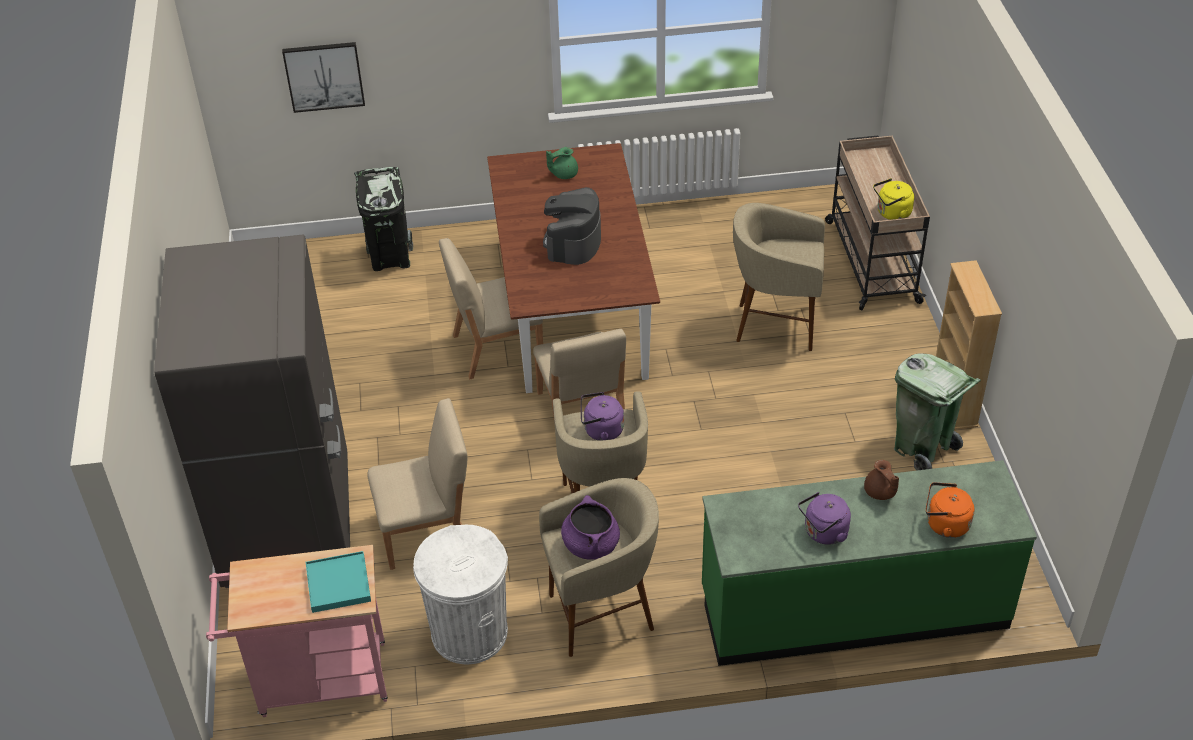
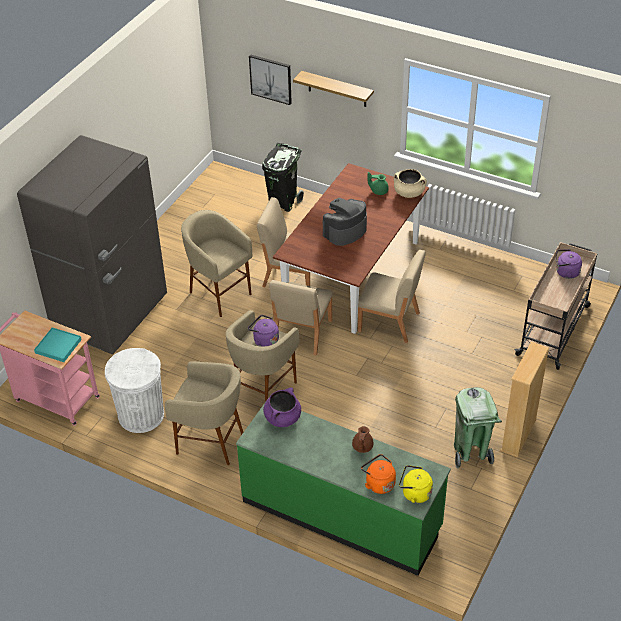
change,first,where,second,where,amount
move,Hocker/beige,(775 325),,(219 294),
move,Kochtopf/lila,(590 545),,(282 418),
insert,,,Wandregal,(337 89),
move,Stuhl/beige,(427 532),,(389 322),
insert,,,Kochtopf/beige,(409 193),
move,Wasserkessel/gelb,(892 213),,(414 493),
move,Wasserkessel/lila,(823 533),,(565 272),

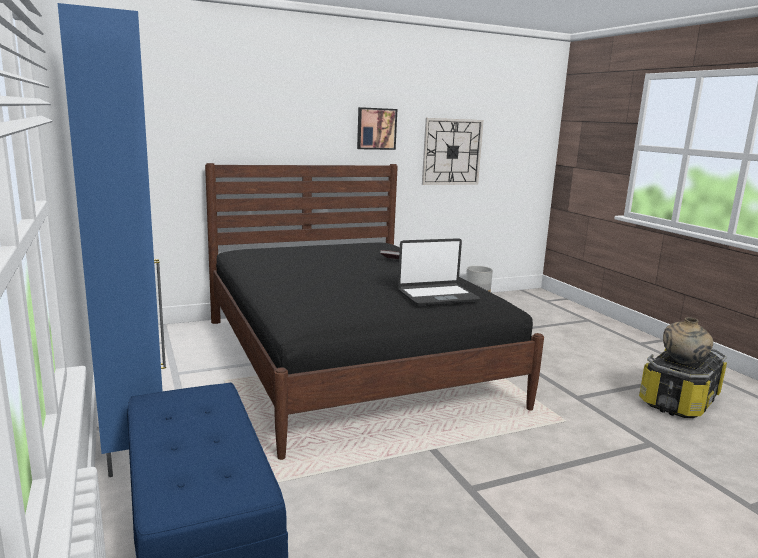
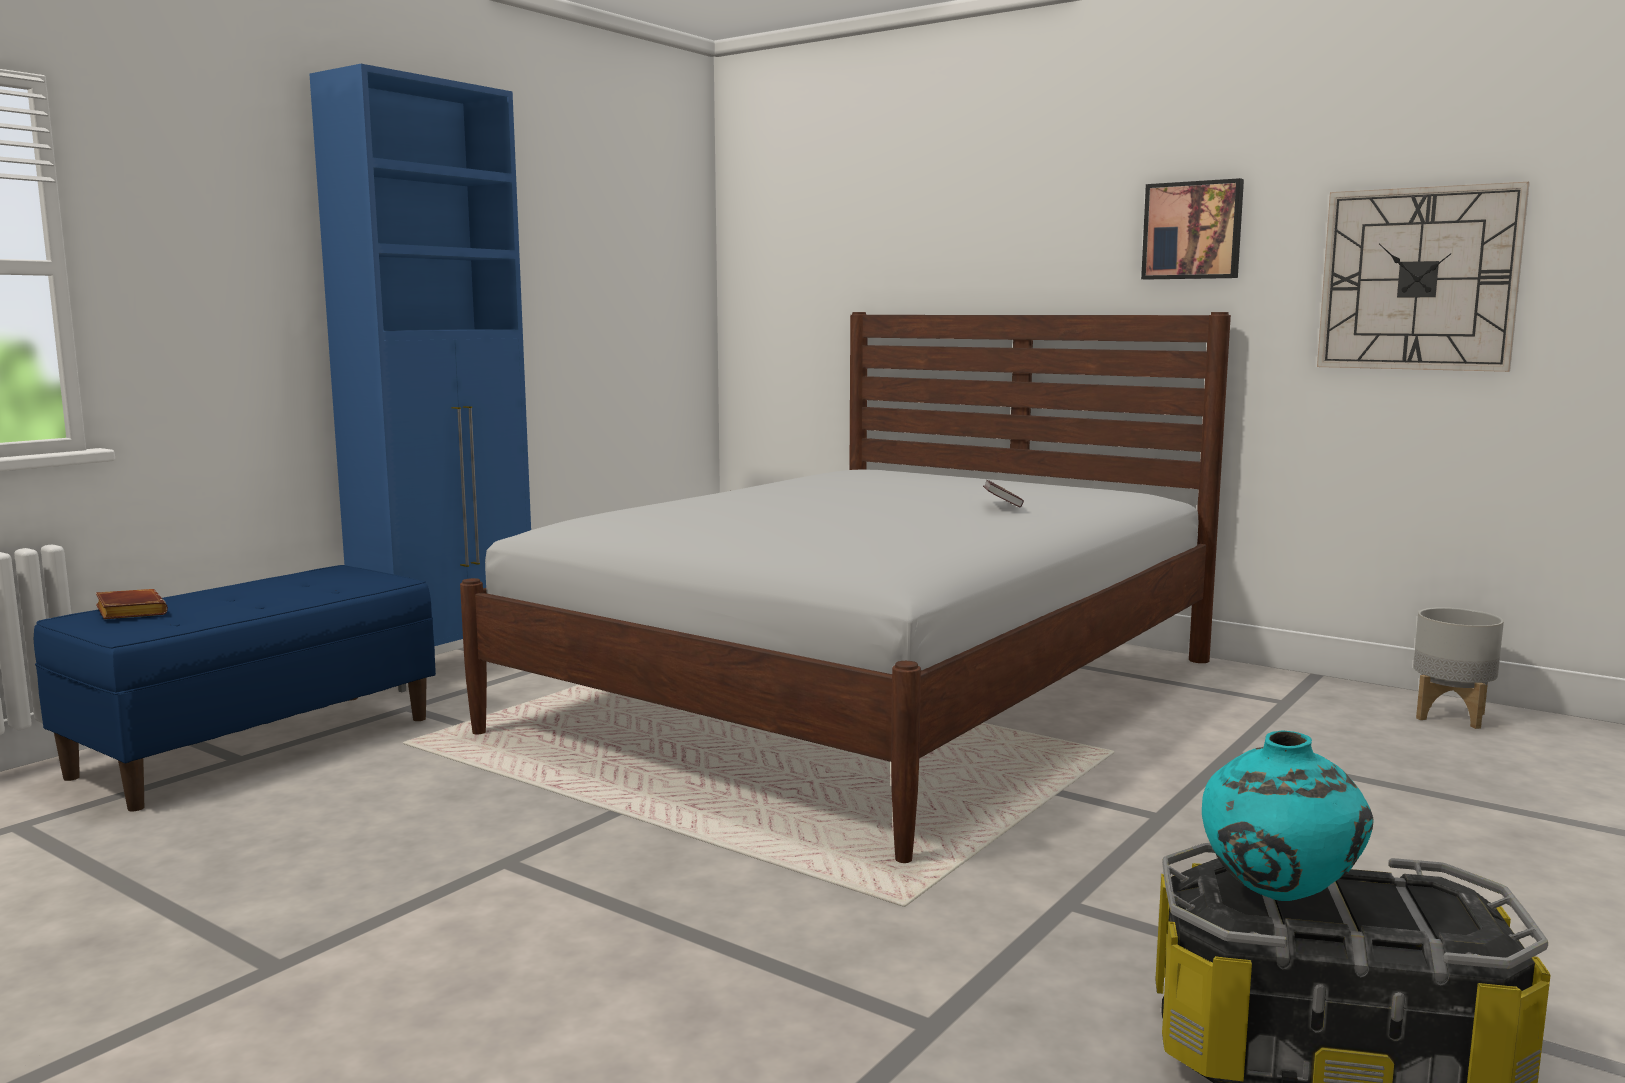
change,first,where,second,where,amount
insert,,,Buch/braun,(128 612),
recolor,Bett/schwarz,(350 360),Bett/weiß,(873 694),
recolor,Vase/beige,(683 363),Vase/türkis,(1279 898),
delete,Laptop,(437 296),,,

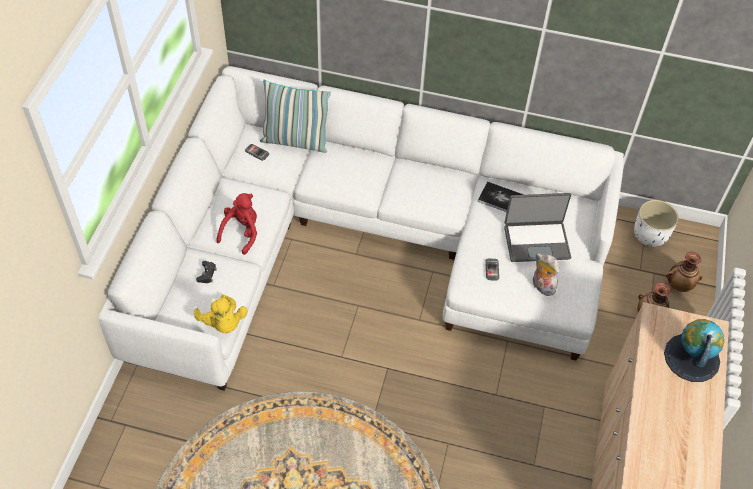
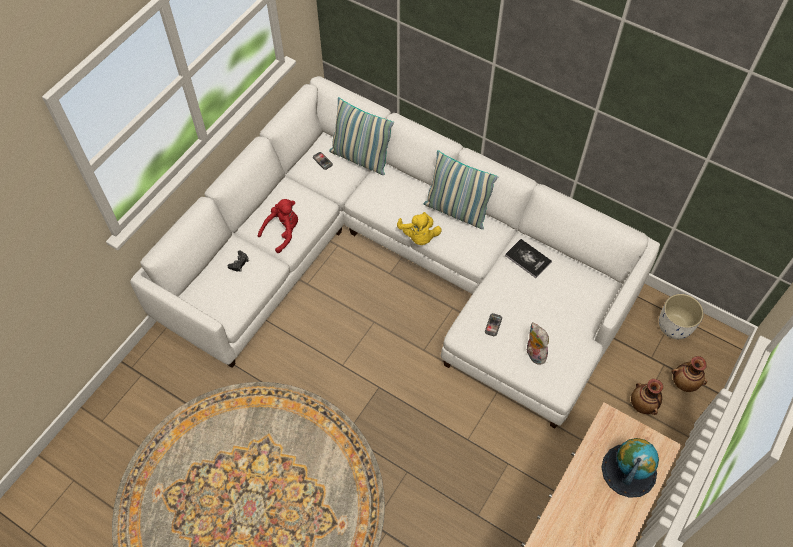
change,first,where,second,where,amount
move,Plüschtier/gelb,(223 323),,(419 236),
insert,,,Kissen,(456 211),
delete,Laptop,(536 241),,,

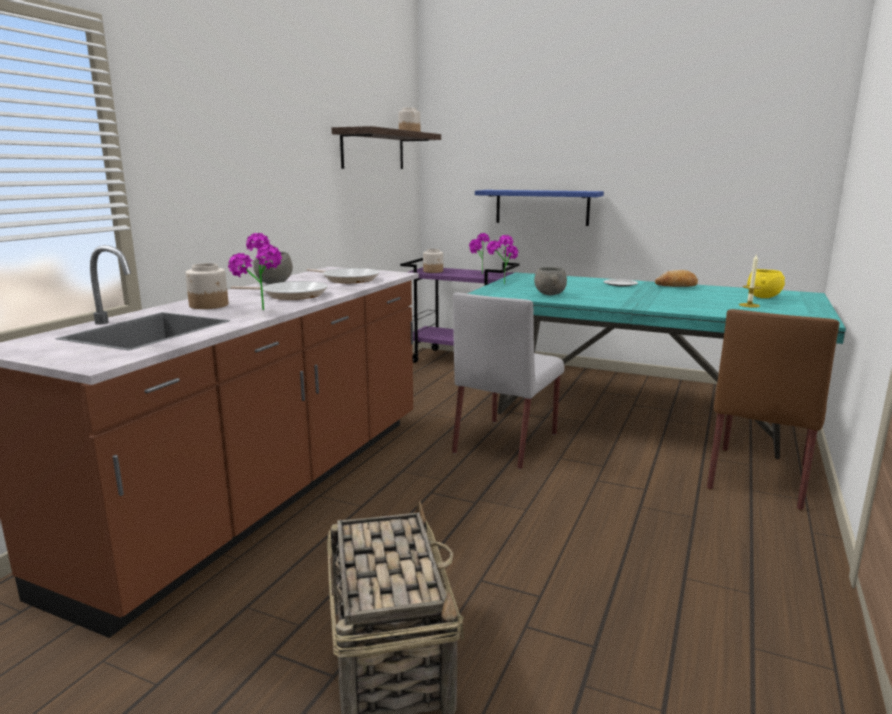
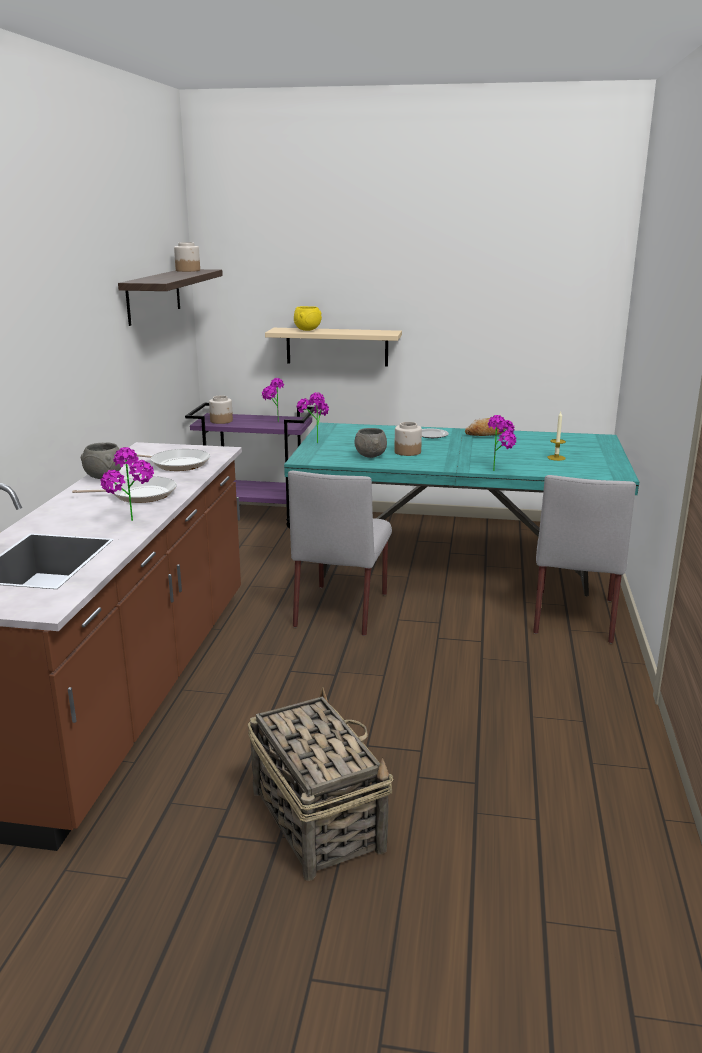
change,first,where,second,where,amount
recolor,Wandregal/blau,(542 207),Wandregal/beige,(337 347),
move,Schüssel/gelb,(762 297),,(307 330),
move,Vorratsglas,(209 305),,(408 452),
insert,,,Topfpflanze,(500 470),
recolor,Stuhl/braun,(758 476),Stuhl/grau,(573 615),

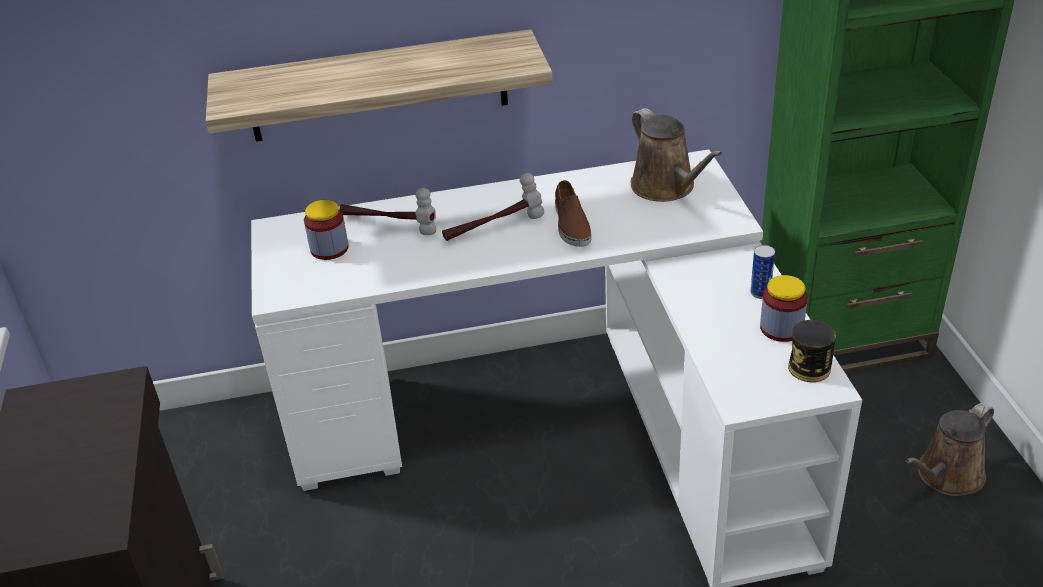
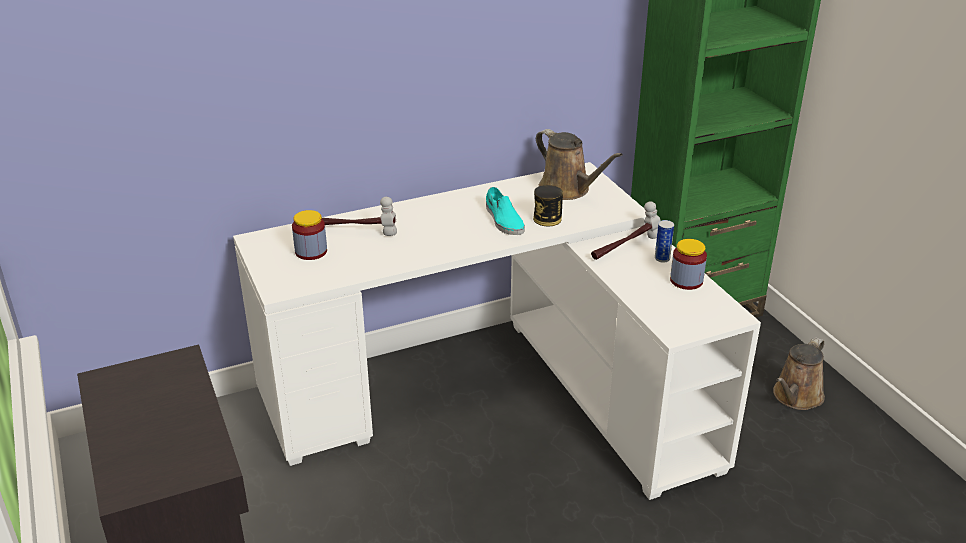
change,first,where,second,where,amount
recolor,Schuh/braun,(571 224),Schuh/türkis,(503 220),
move,Dose,(809 368),,(547 219),
move,Hammer,(494 227),,(625 247),
delete,Wandregal,(378 87),,,

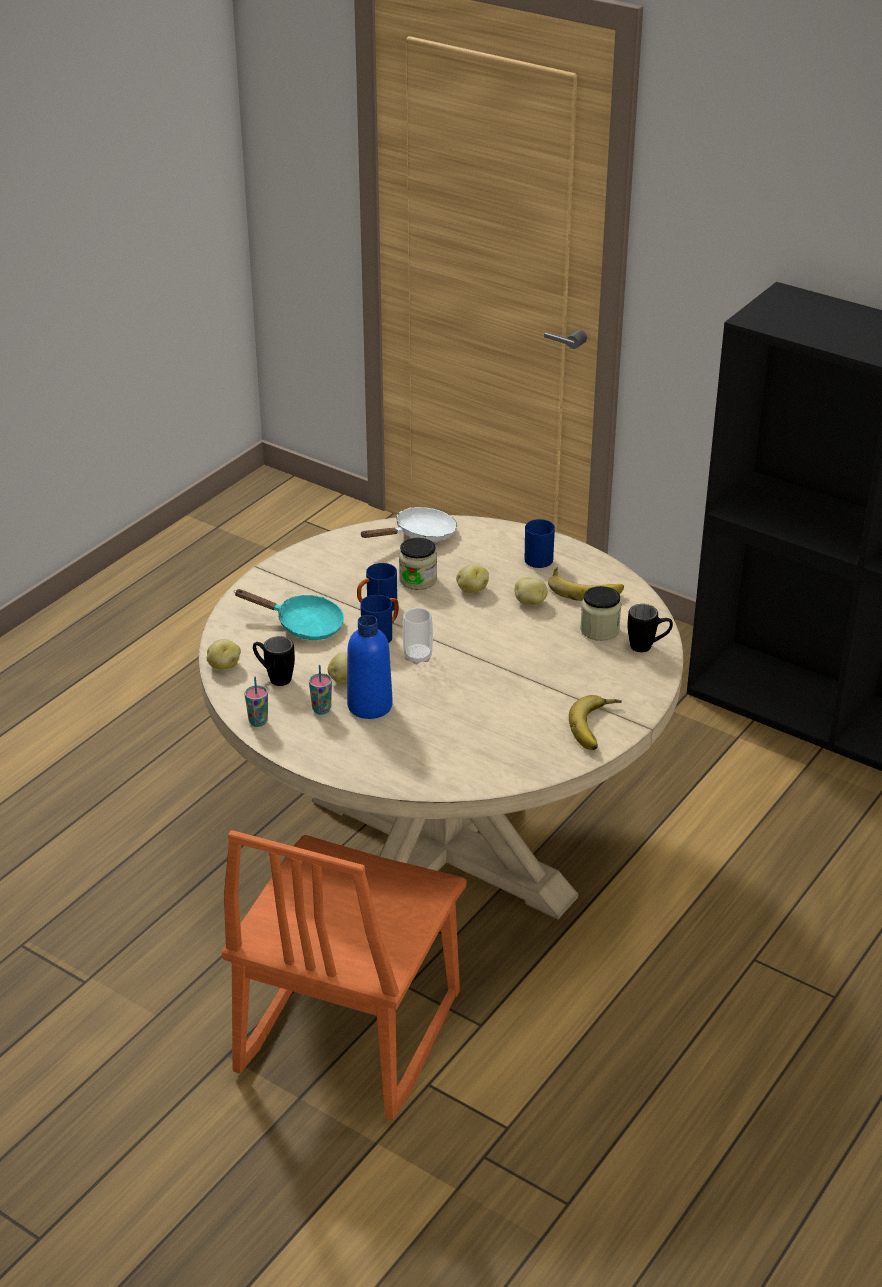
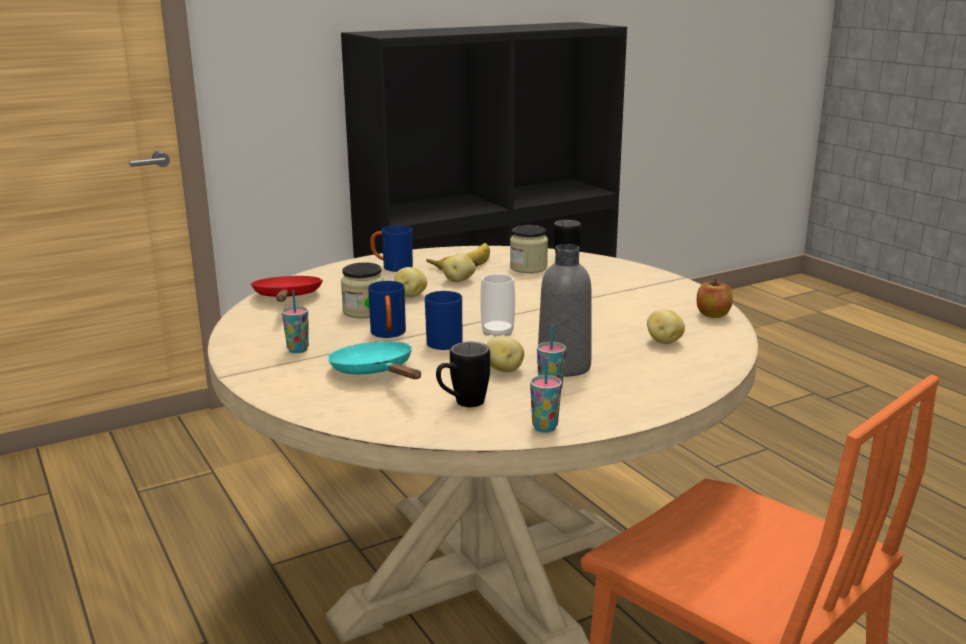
change,first,where,second,where,amount
recolor,Pfanne/weiß,(419 535),Pfanne/rot,(287 298),
insert,,,Tasse,(298 350),
rotate,Pfanne/türkis,(303 625),,(375 372),75 degrees counterclockwise
recolor,Flasche/blau,(370 706),Flasche/grau,(564 366),
move,Kartoffel,(223 665),,(663 341),
insert,,,Apfel,(713 315),
delete,Banane,(598 727),,,

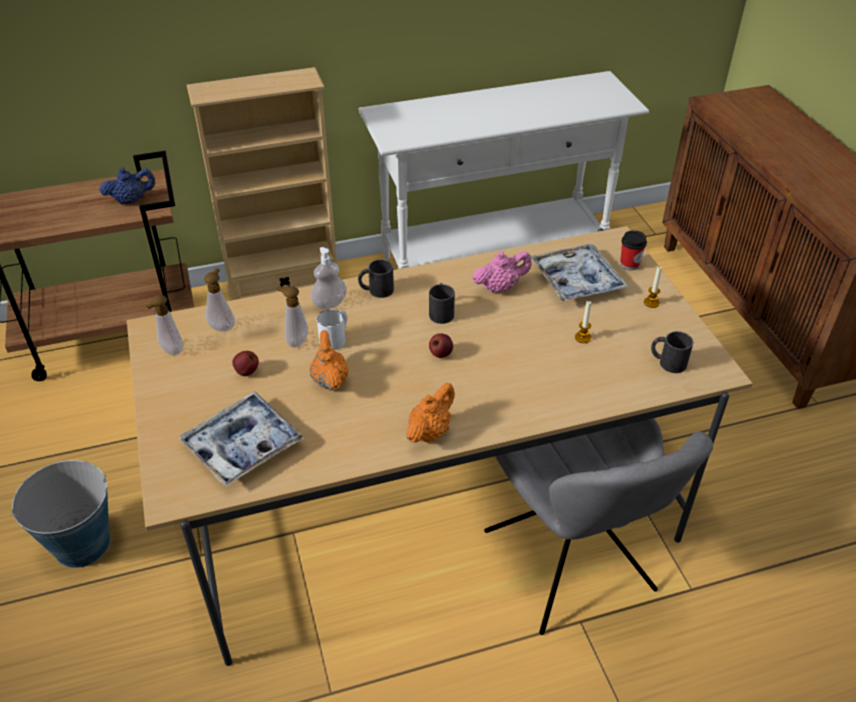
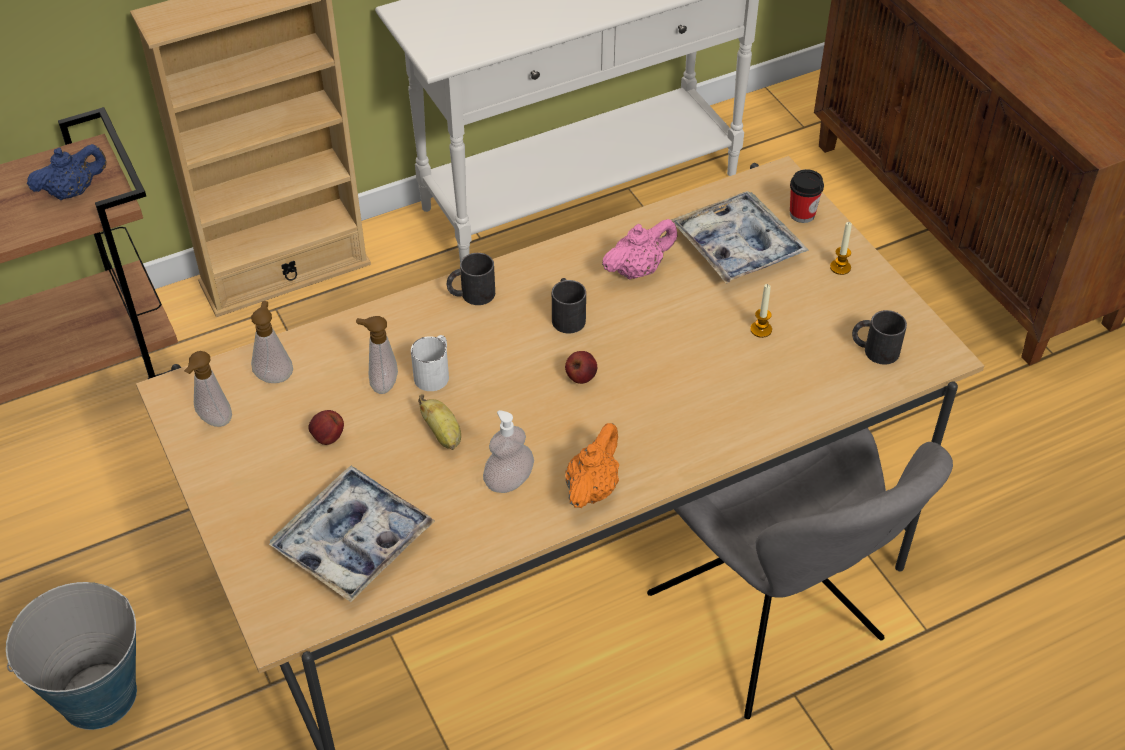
change,first,where,second,where,amount
replace,Teekanne/orange,(330 380),Banane,(443 434),
move,Seifenspender,(329 303),,(509 481),

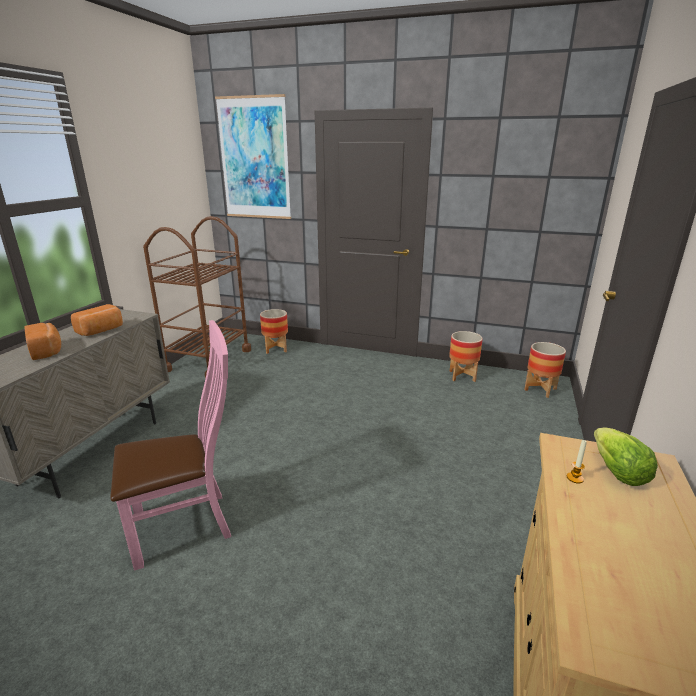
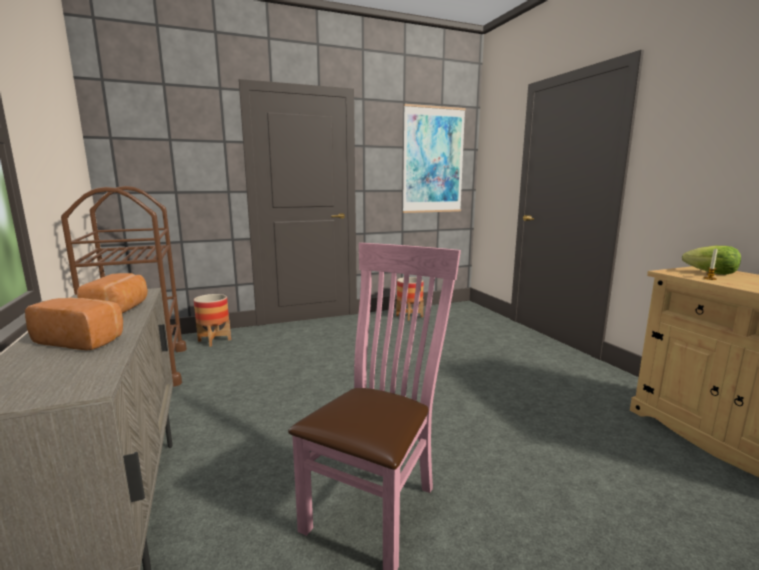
change,first,where,second,where,amount
move,Bild,(254 159),,(433 160),
delete,Pflanzkübel,(540 389),,,

